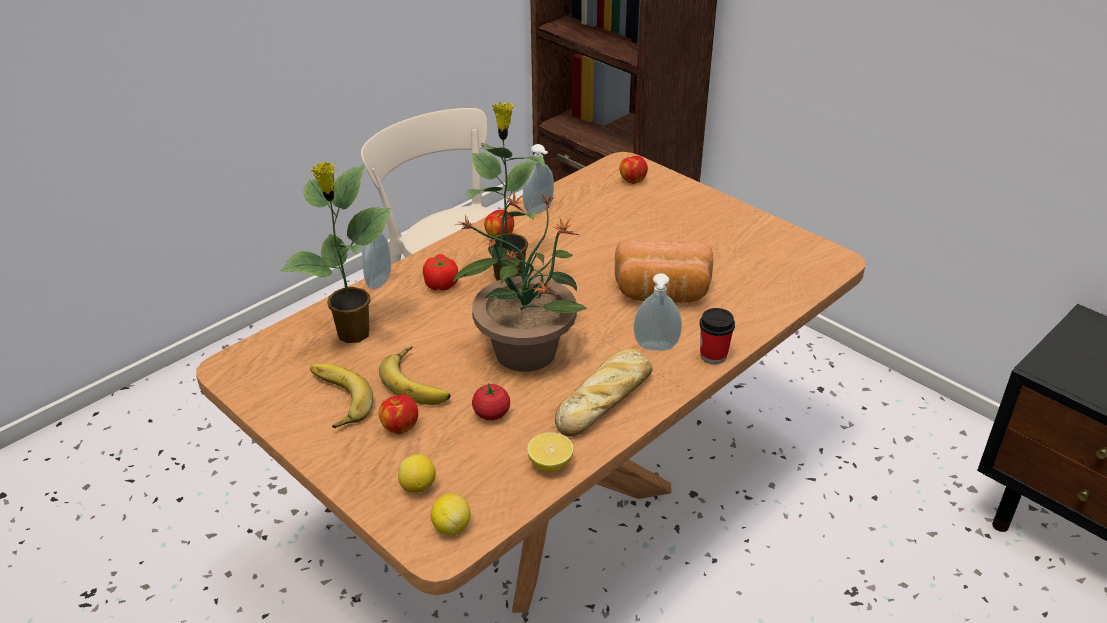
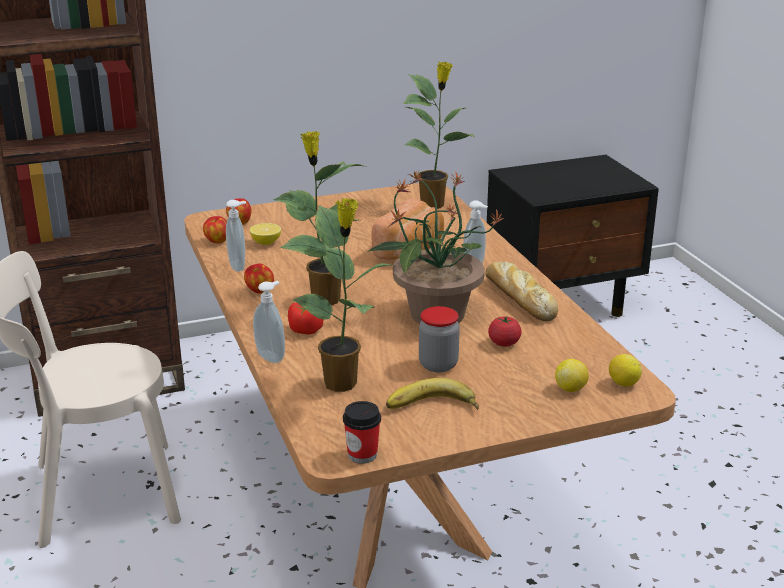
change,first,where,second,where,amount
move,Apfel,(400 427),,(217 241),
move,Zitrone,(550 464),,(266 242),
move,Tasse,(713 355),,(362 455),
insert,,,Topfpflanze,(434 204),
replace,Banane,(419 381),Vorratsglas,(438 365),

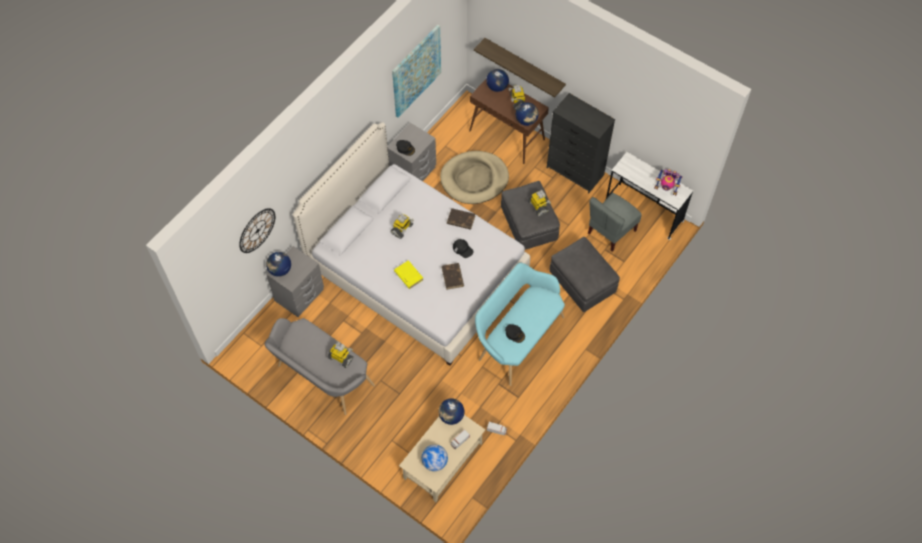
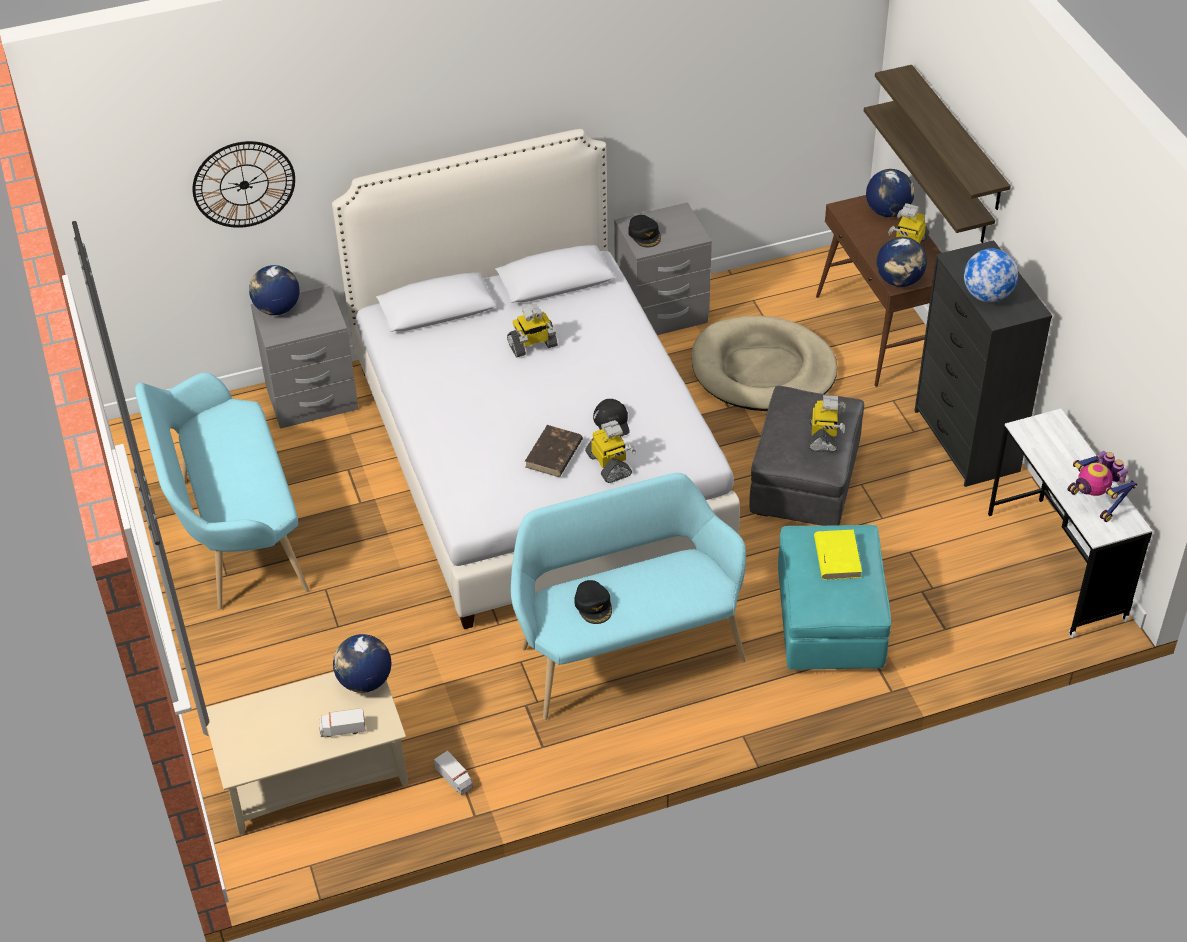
change,first,where,second,where,amount
recolor,Bank/grau,(321 378),Bank/türkis,(234 534),
move,Spielzeugroboter,(341 358),,(609 465),
recolor,Polsterhocker/grau,(582 283),Polsterhocker/türkis,(830 623),
move,Buch/gelb,(408 275),,(837 557),
insert,,,Wandregal,(957 139),
move,Globus,(435 462),,(987 296),
delete,Bild,(416 71),,,
delete,Buch/braun,(460 220),,,
delete,Stuhl/grau,(611 231),,,

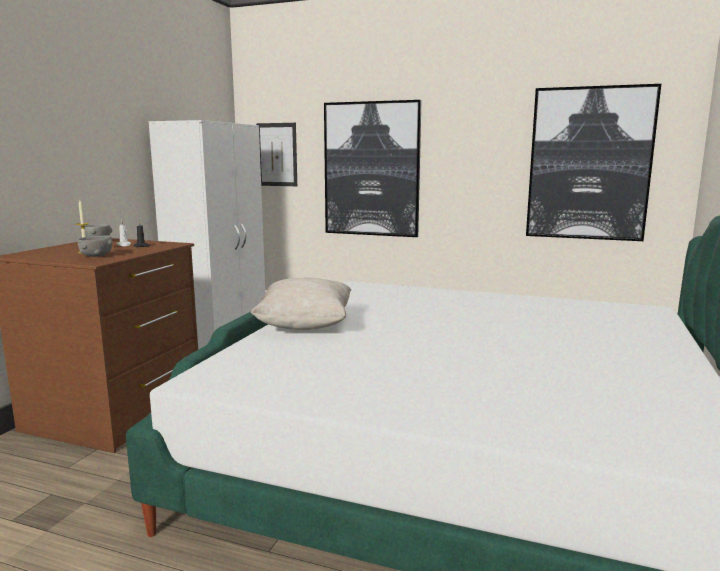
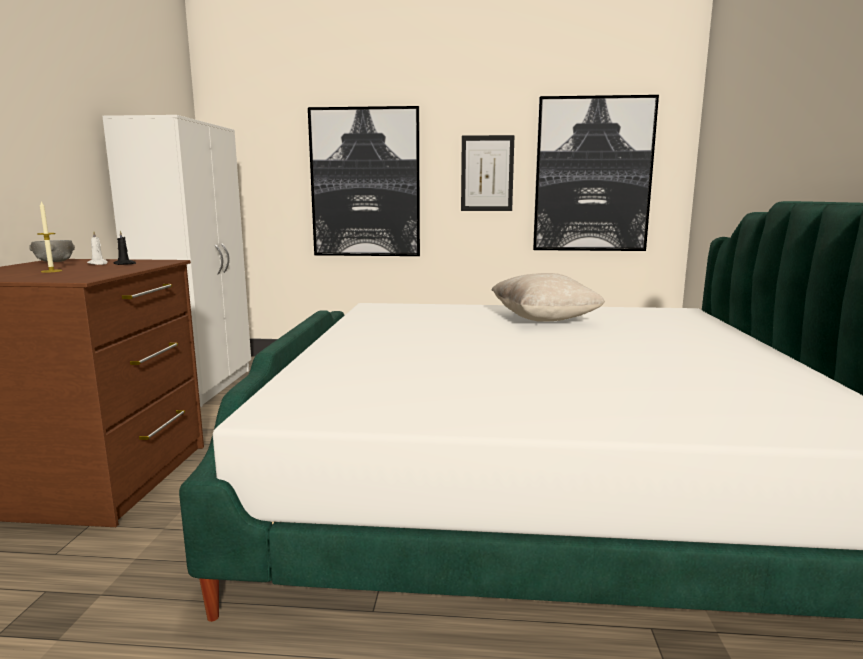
change,first,where,second,where,amount
move,Bild,(277 154),,(487 173),
move,Kissen/beige,(305 326),,(544 319),
delete,Schüssel/grau,(96 256),,,

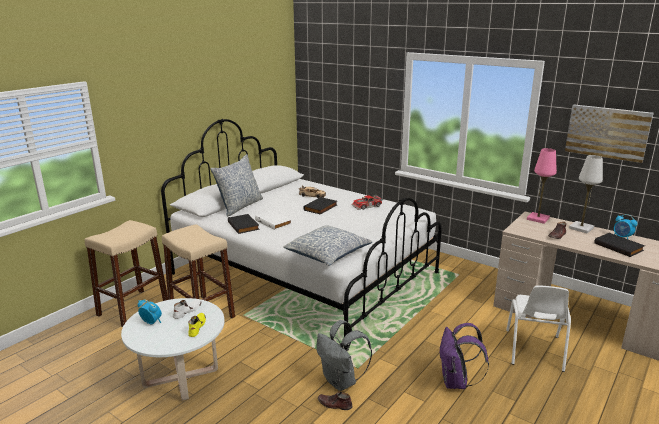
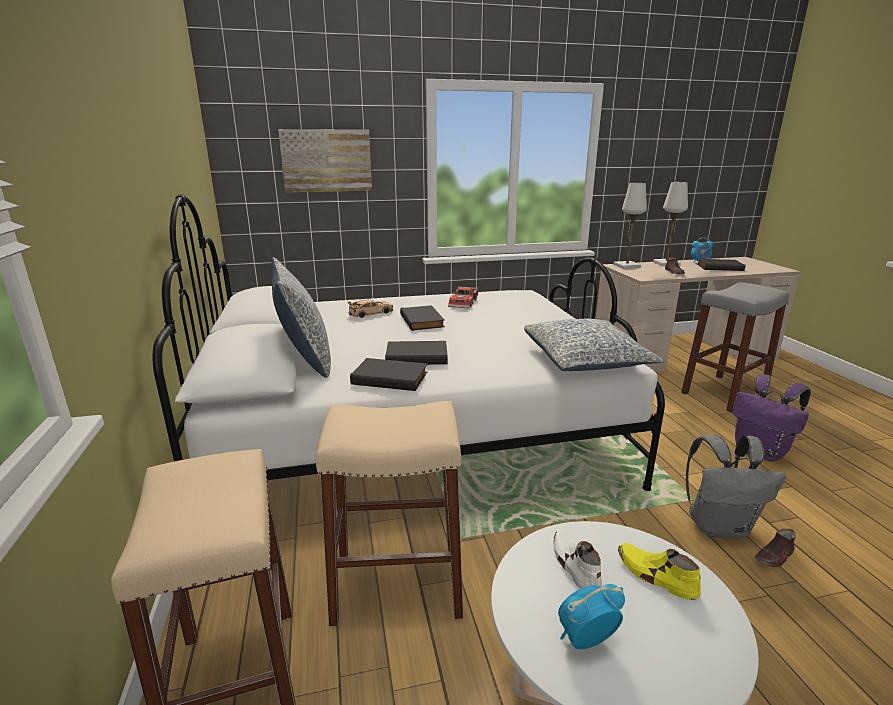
change,first,where,second,where,amount
move,Bild,(607 132),,(326 160),
recolor,Buch/weiß,(274 222),Buch/schwarz,(417 356),
recolor,Tischlampe/rosa,(537 219),Tischlampe/weiß,(626 266),
replace,Stuhl/weiß,(534 351),Hocker/grau,(724 393),

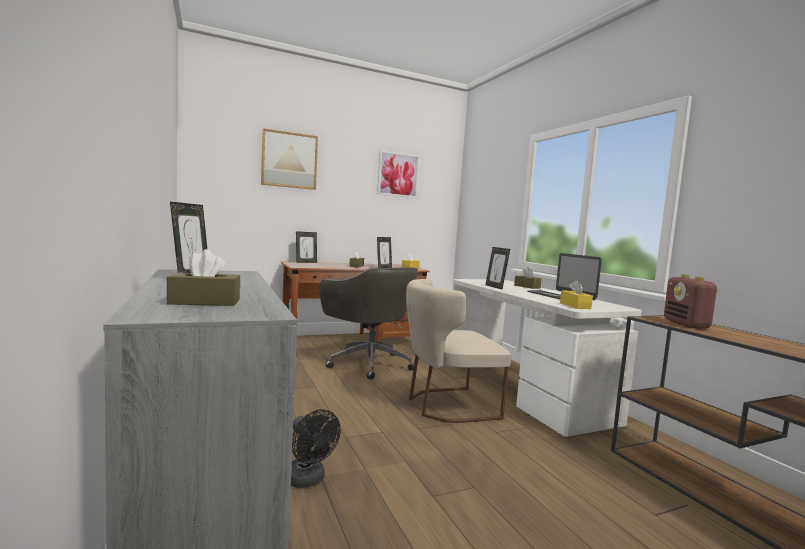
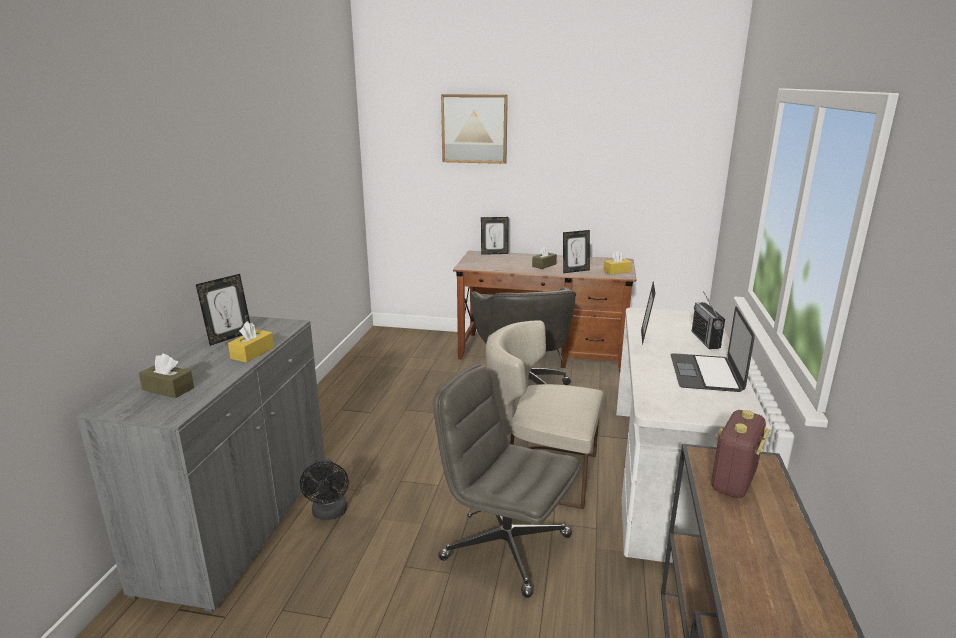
change,first,where,second,where,amount
move,Taschentuchbox/gelb,(575 306),,(252 353),
insert,,,Bürostuhl/grau,(504 547),
replace,Taschentuchbox/braun,(527 286),Radio,(705 340),
delete,Bild,(398 174),,,

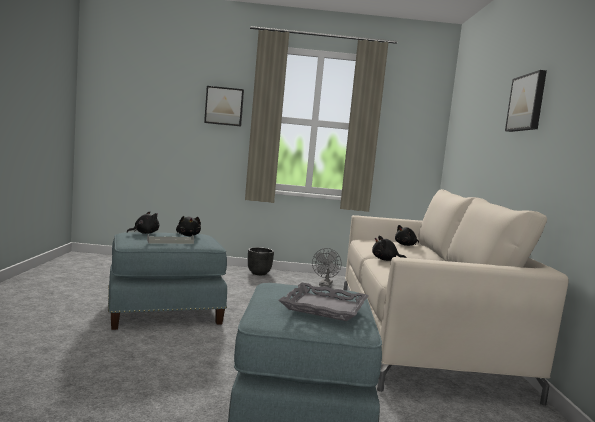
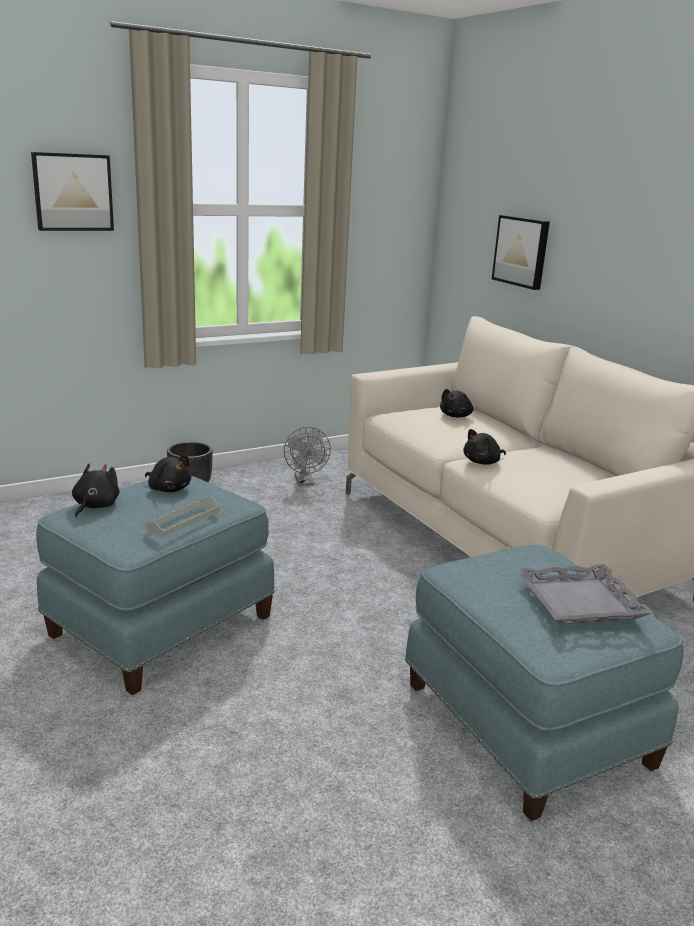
change,first,where,second,where,amount
move,Bild,(527 103),,(522 251),

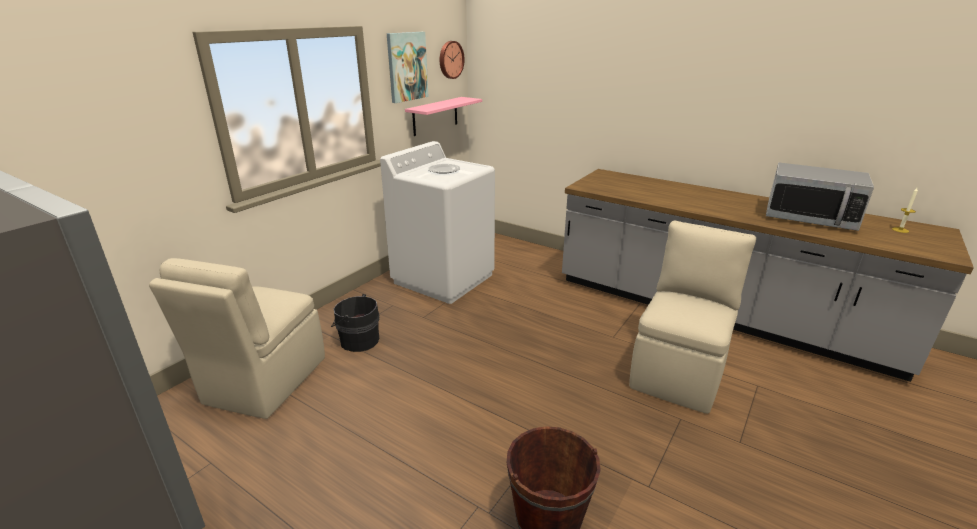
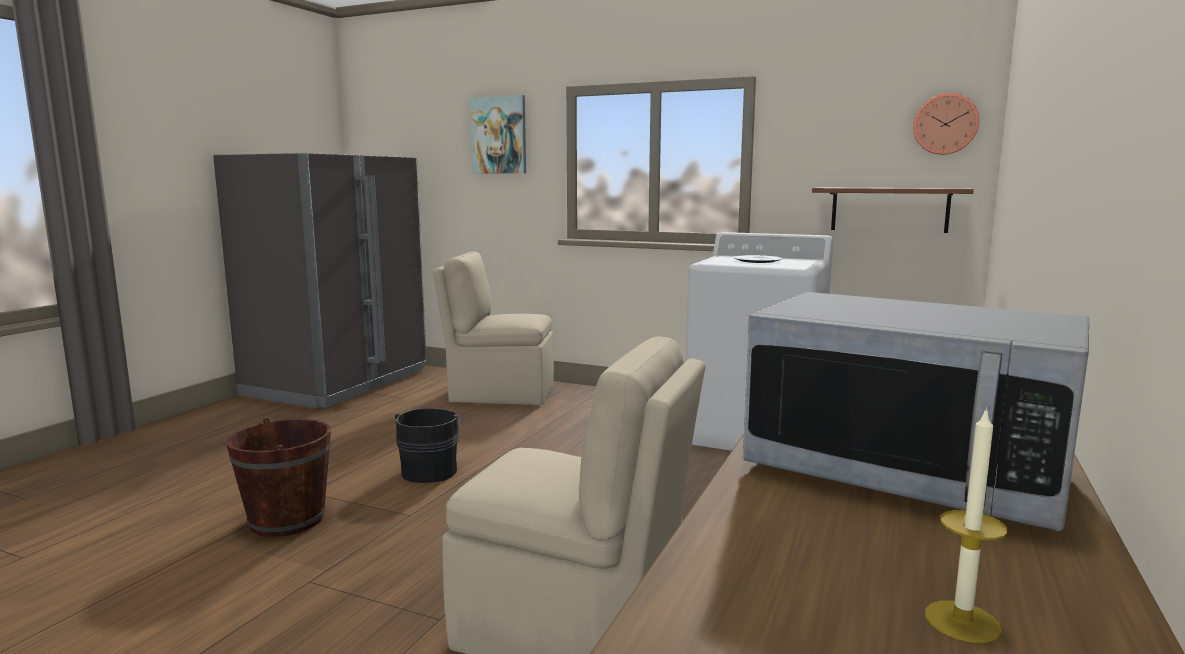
change,first,where,second,where,amount
move,Eimer/schwarz,(358 340),,(430 471),
move,Bild,(407 66),,(499 135),
rotate,Mikrowelle,(809 217),,(905 471),75 degrees counterclockwise
recolor,Wandregal/rosa,(435 116),Wandregal/braun,(889 209),

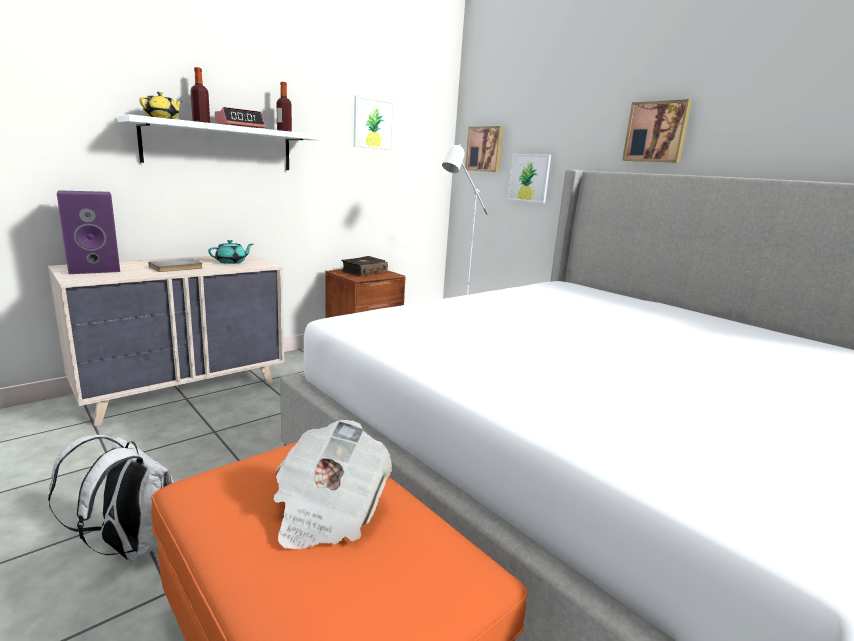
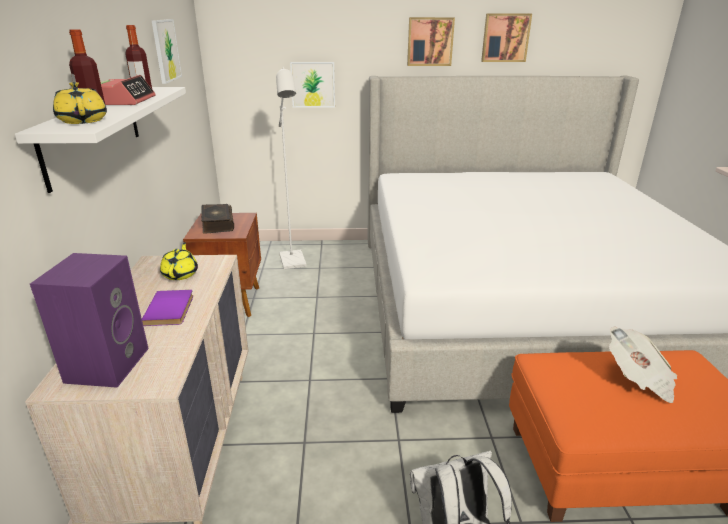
change,first,where,second,where,amount
recolor,Buch/grau,(177 268),Buch/lila,(171 309),
recolor,Teekanne/türkis,(231 262),Teekanne/gelb,(181 274),
move,Bild,(485 149),,(505 37),

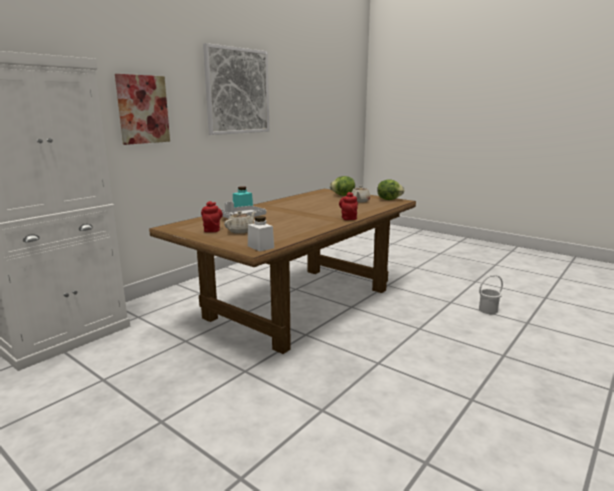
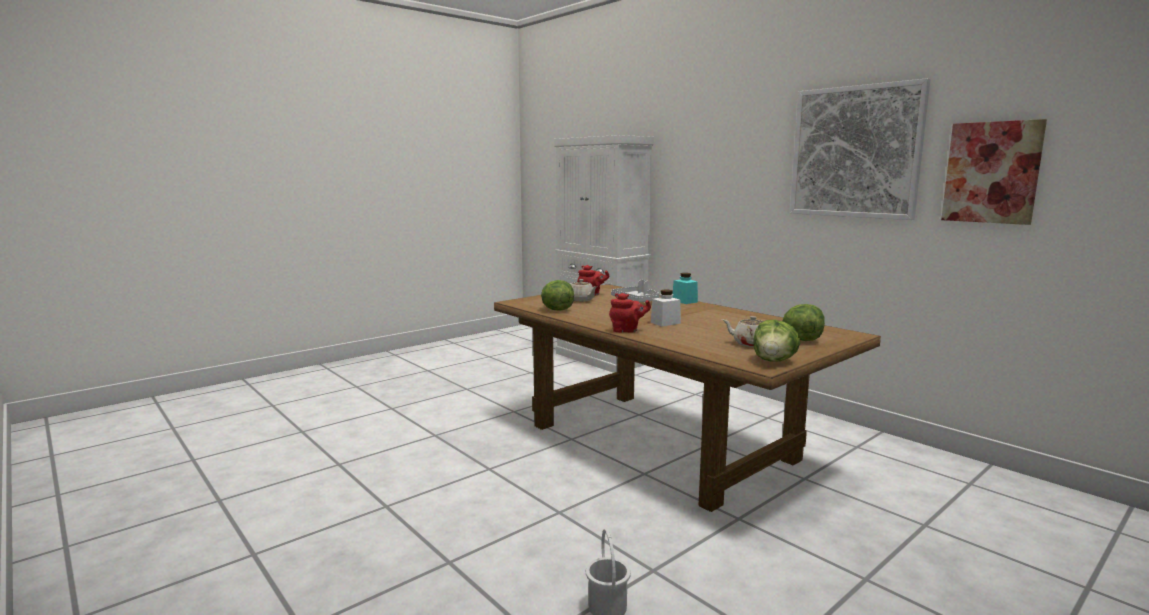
change,first,where,second,where,amount
insert,,,Salatkopf,(556 310),
move,Vorratsglas/weiß,(261 247),,(665 323),
move,Bild,(143 109),,(991 172),

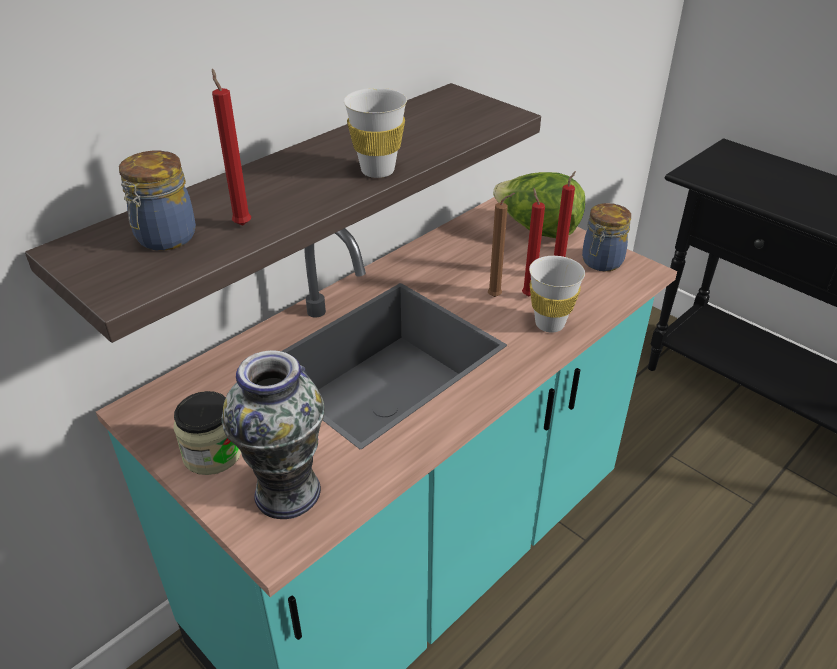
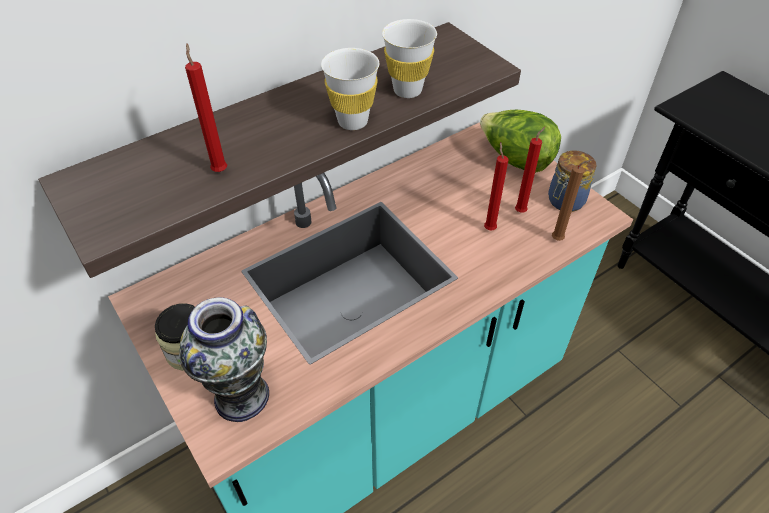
change,first,where,second,where,amount
move,Tasse/weiß,(549 324),,(407 90),
move,Kerze/braun,(496 296),,(559 239),
delete,Vorratsglas,(164 238),,,

